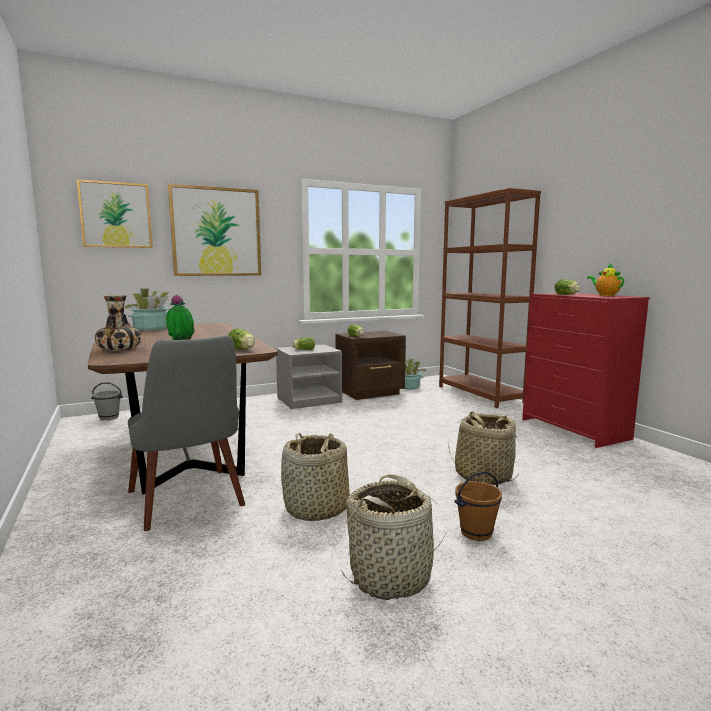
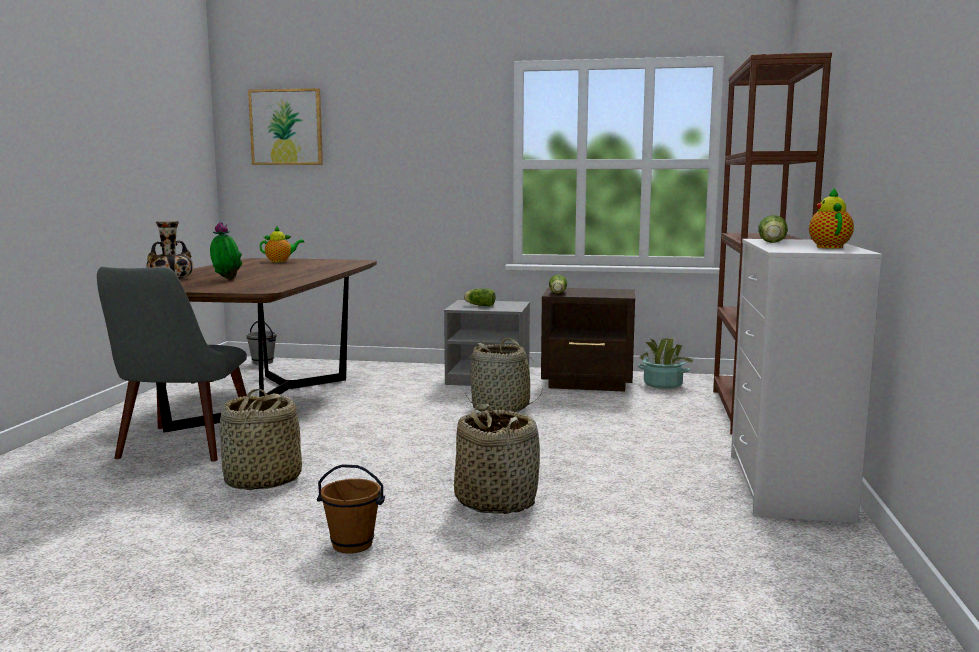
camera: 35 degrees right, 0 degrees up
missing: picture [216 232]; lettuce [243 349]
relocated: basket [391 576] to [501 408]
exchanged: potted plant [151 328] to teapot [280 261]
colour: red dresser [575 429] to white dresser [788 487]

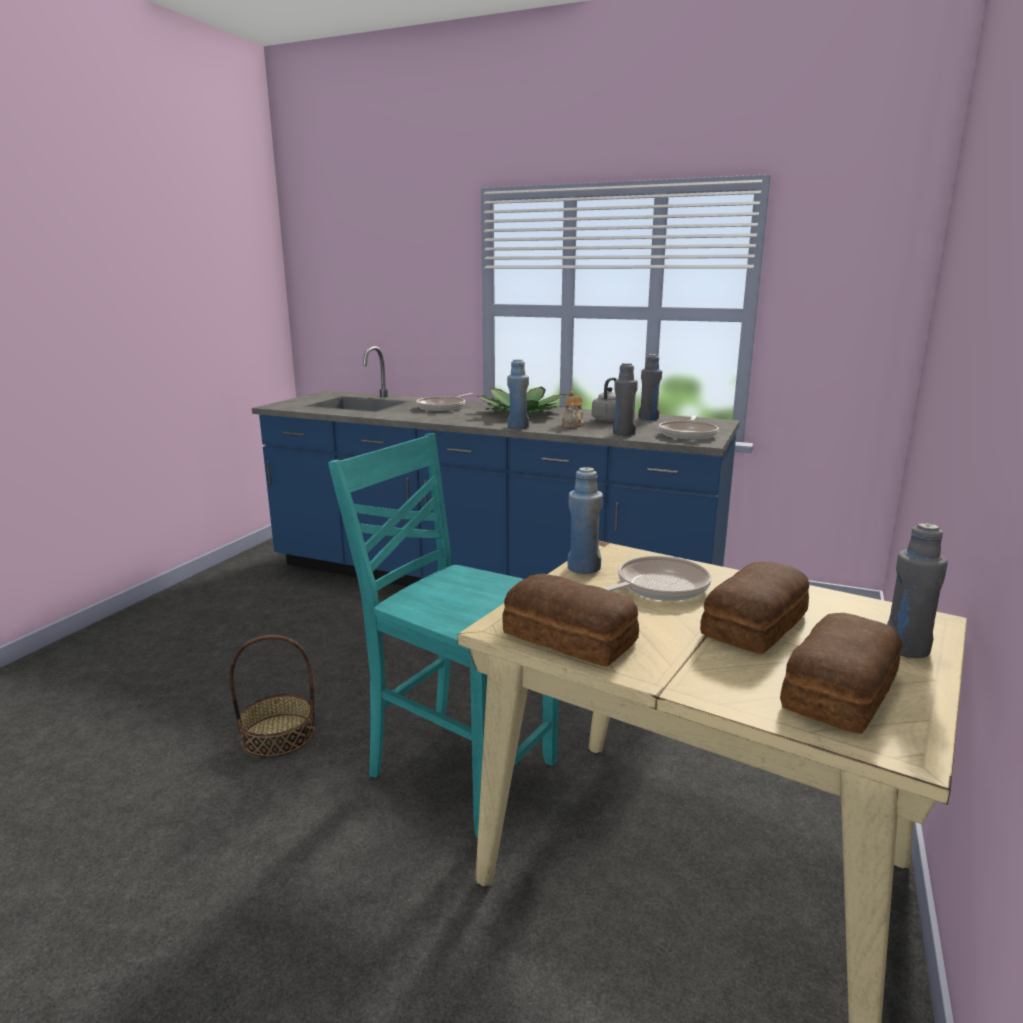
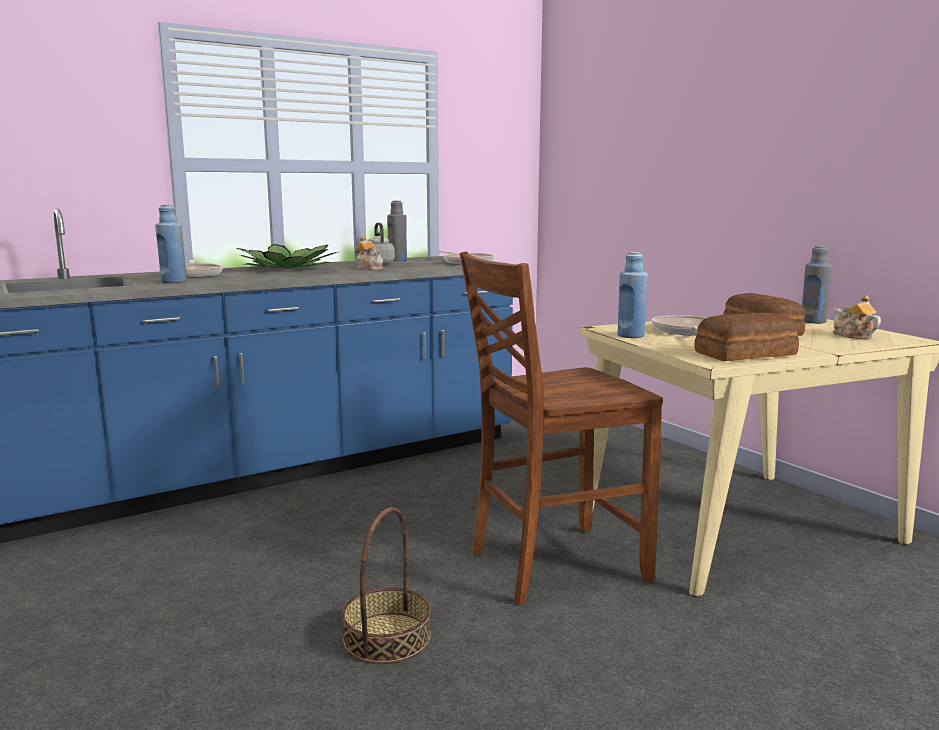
camera: 55 degrees left, 5 degrees down
missing: grey bottle [623 433]
relocated: blue bottle [518 427] to [174 282]
exchanged: bread [836 691] to teapot [852 336]
colour: turquoise chair [459 769] to brown chair [553 565]

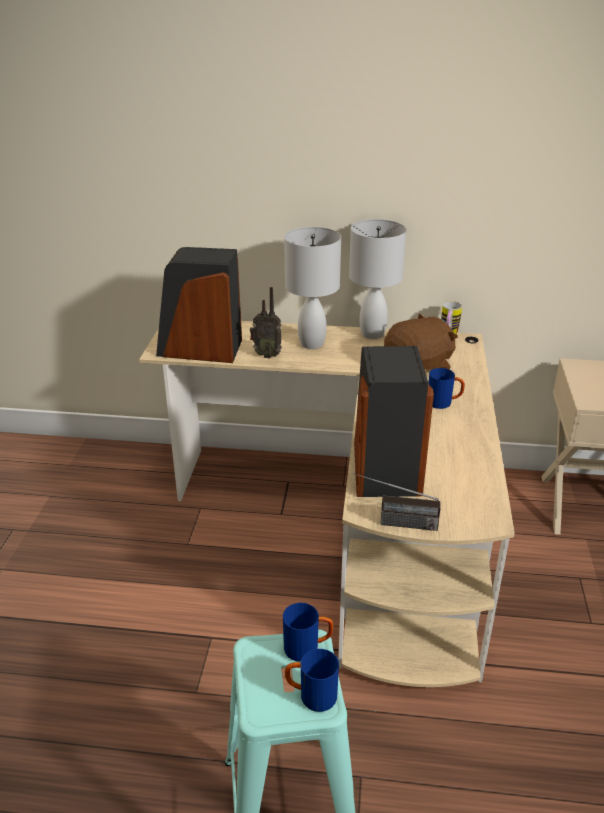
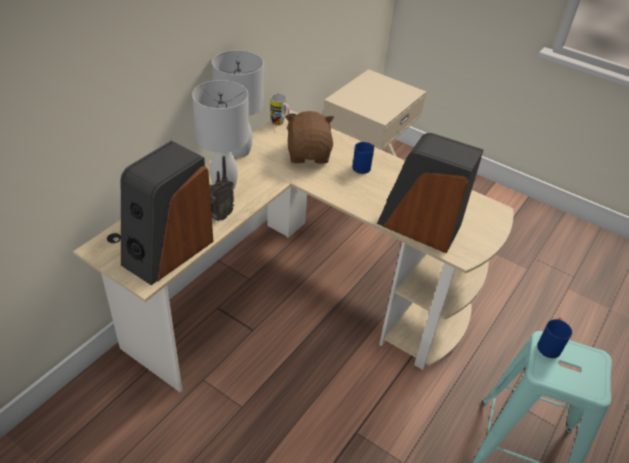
camera: 65 degrees left, 10 degrees up
missing: blue mug [311 696]; radio [393 522]

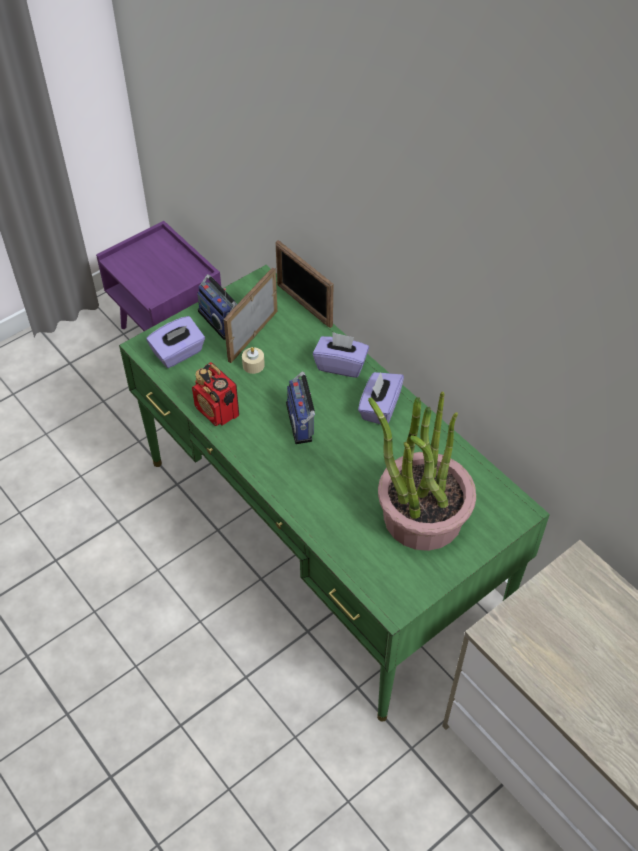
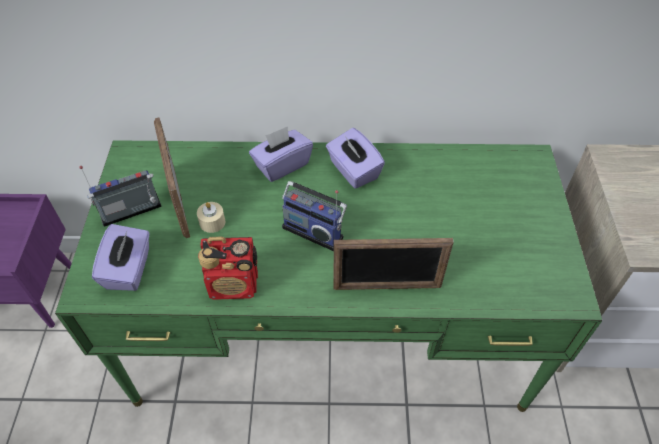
camera: 50 degrees left, 0 degrees up
missing: potted plant [421 516]
relocated: picture frame [304 305] to [387 287]
spun: radio [219 321] = [132 212] 150 degrees clockwise

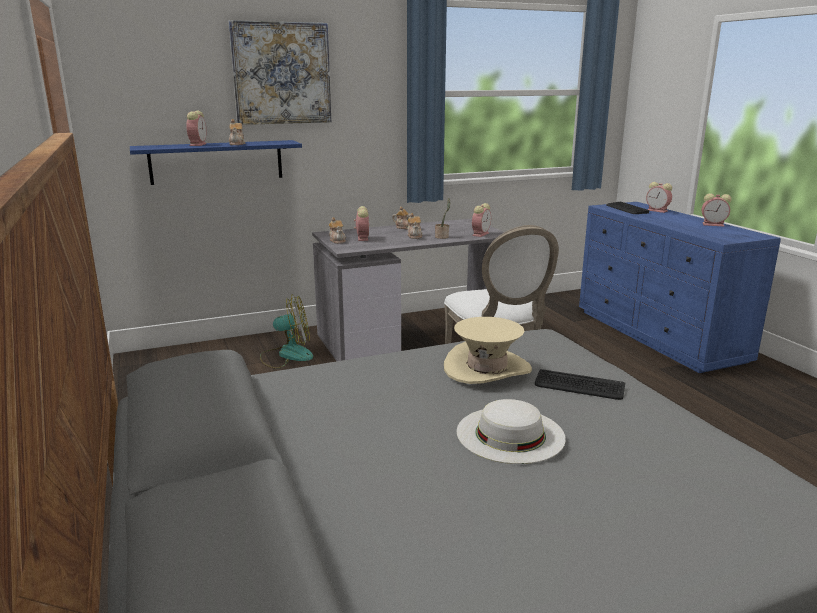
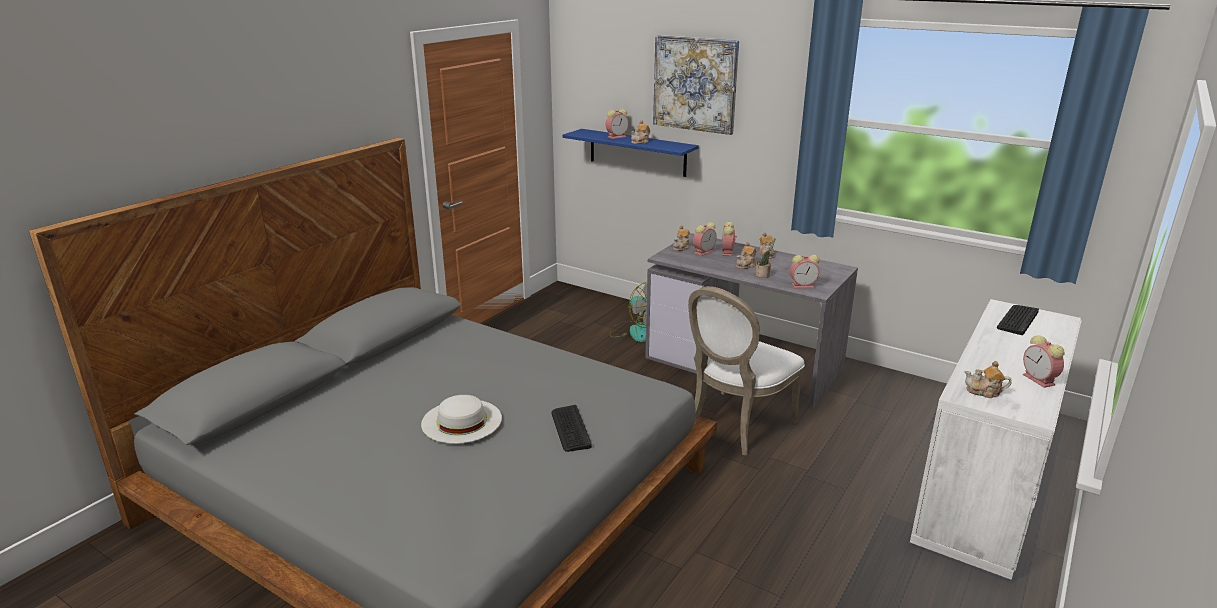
camera: 55 degrees right, 5 degrees up
missing: beige hat [487 369]
appeared: teapot [984 392]
relocated: alarm clock [658 211] to [727 253]
colour: blue dresser [659 335] to white dresser [982 494]

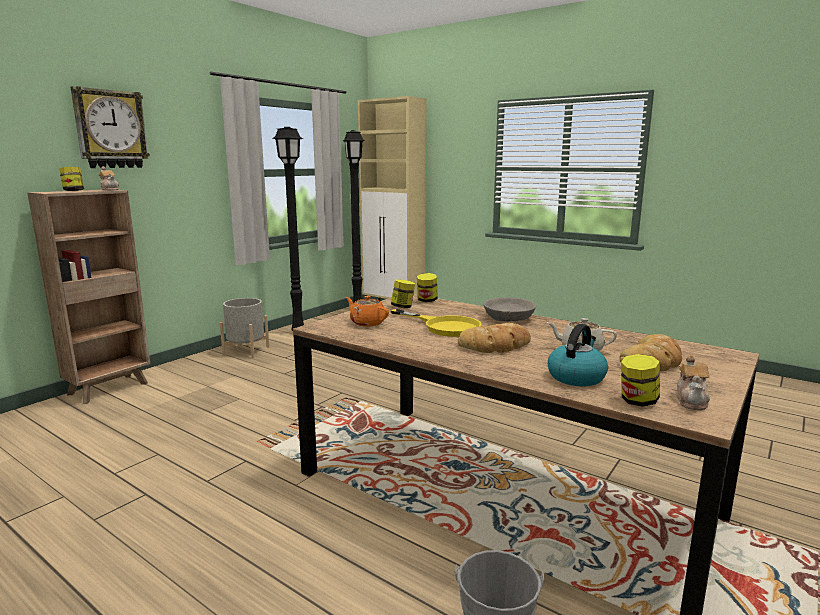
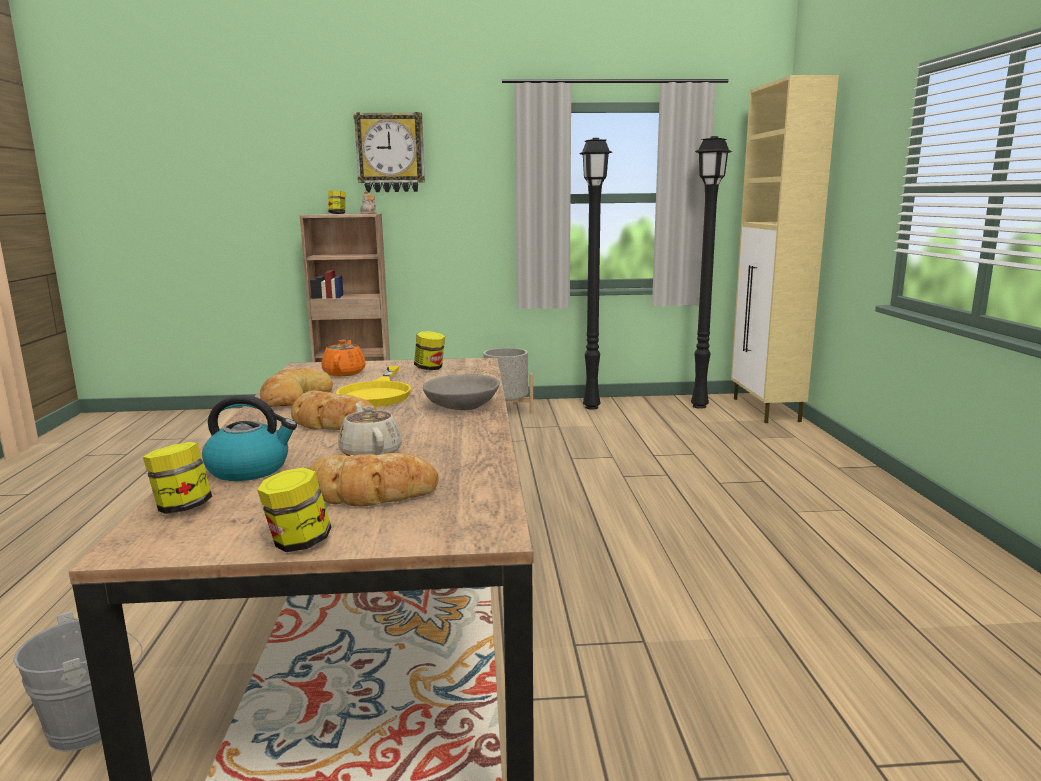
camera: 50 degrees right, 0 degrees up
missing: teapot [692 401]
appeared: bread [293 397]
relocated: jar [427 300] to [298 543]

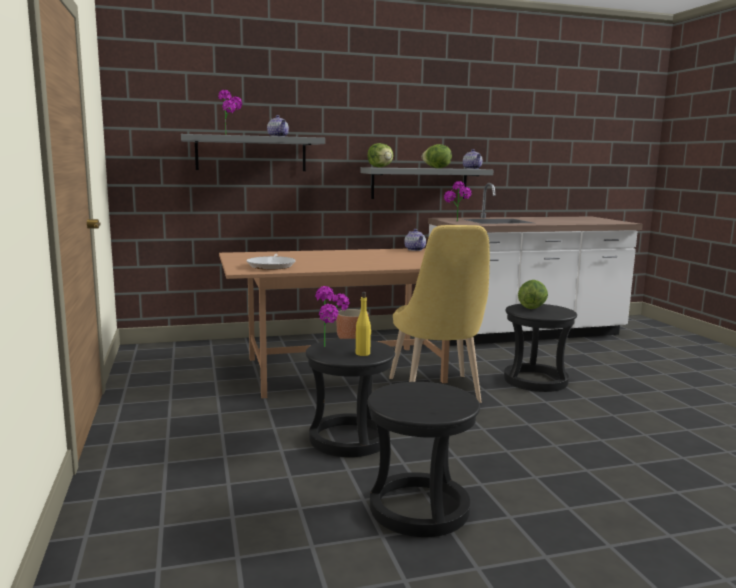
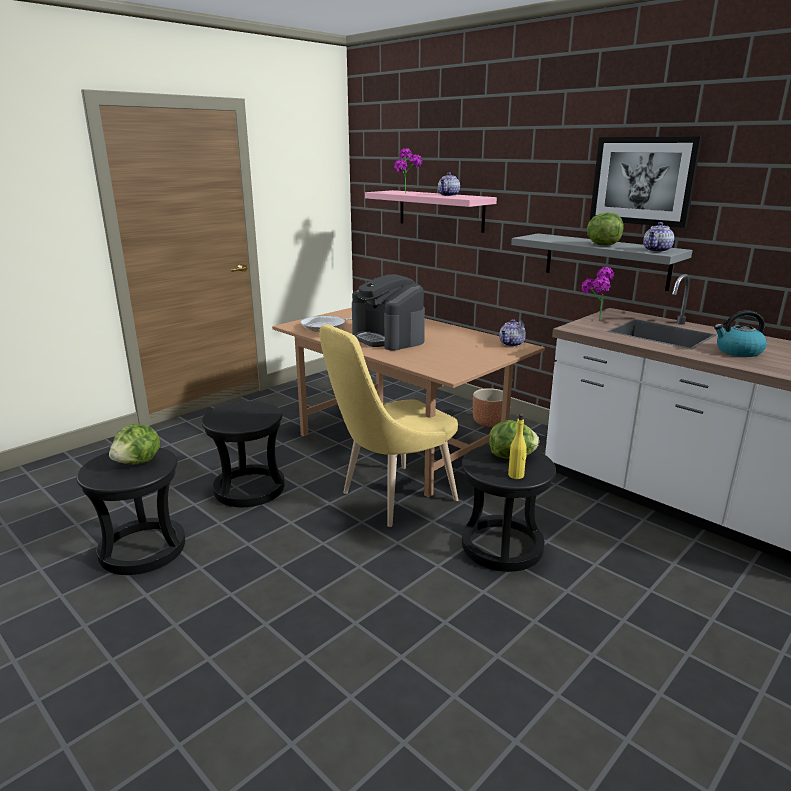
camera: 60 degrees right, 10 degrees up
missing: potted plant [332 347]
appeared: coffee machine [388 338]; picture [643 181]; kettle [738 351]
relocated: yellow bottle [363 354] to [516 475]; lettuce [380 167] to [138 462]
colour: grey shelf [251 153] to pink shelf [440 210]

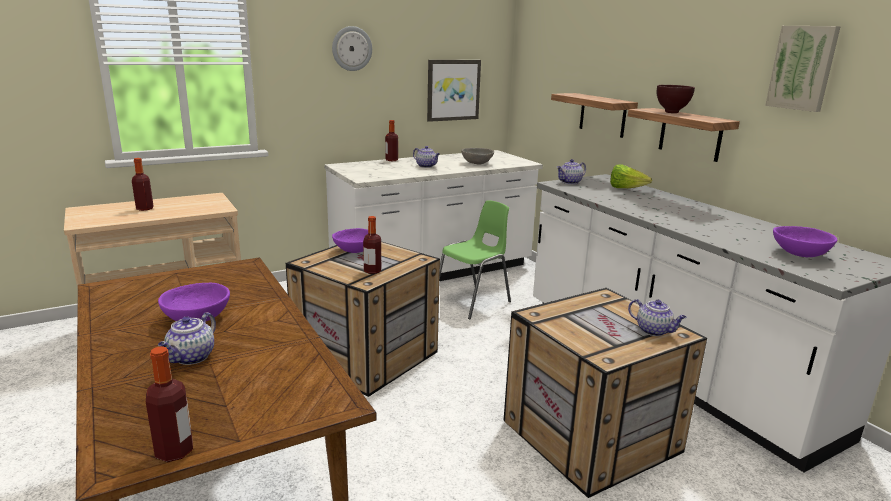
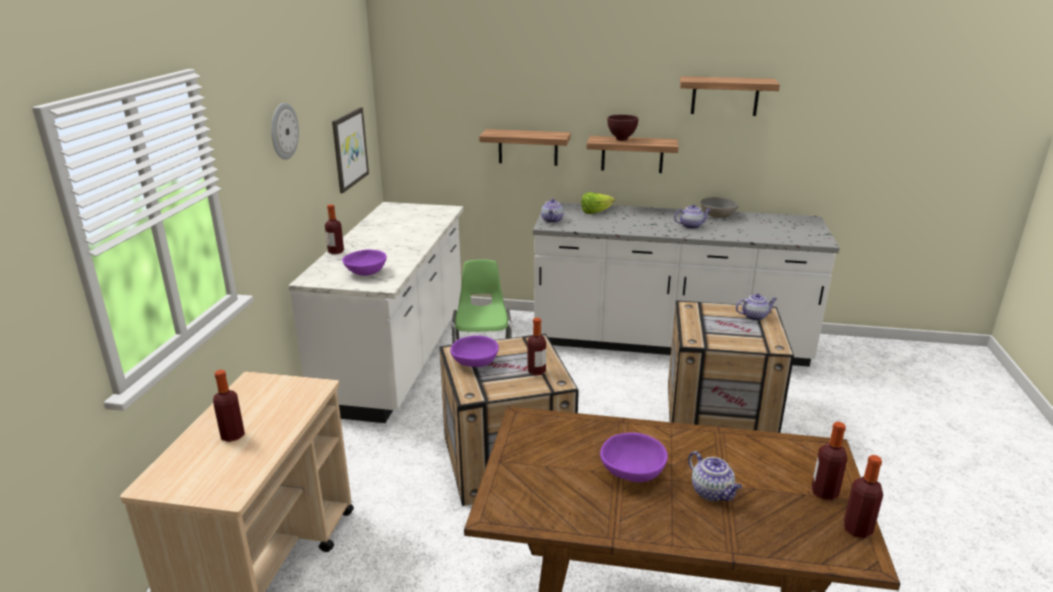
camera: 50 degrees left, 5 degrees up
appeared: bottle [824 493]
relocated: teapot [426 166] to [691 226]; grey bowl [477 163] to [718 216]; purple bowl [799 254] to [365 273]
exchanged: picture [803 68] to shelf [725 96]

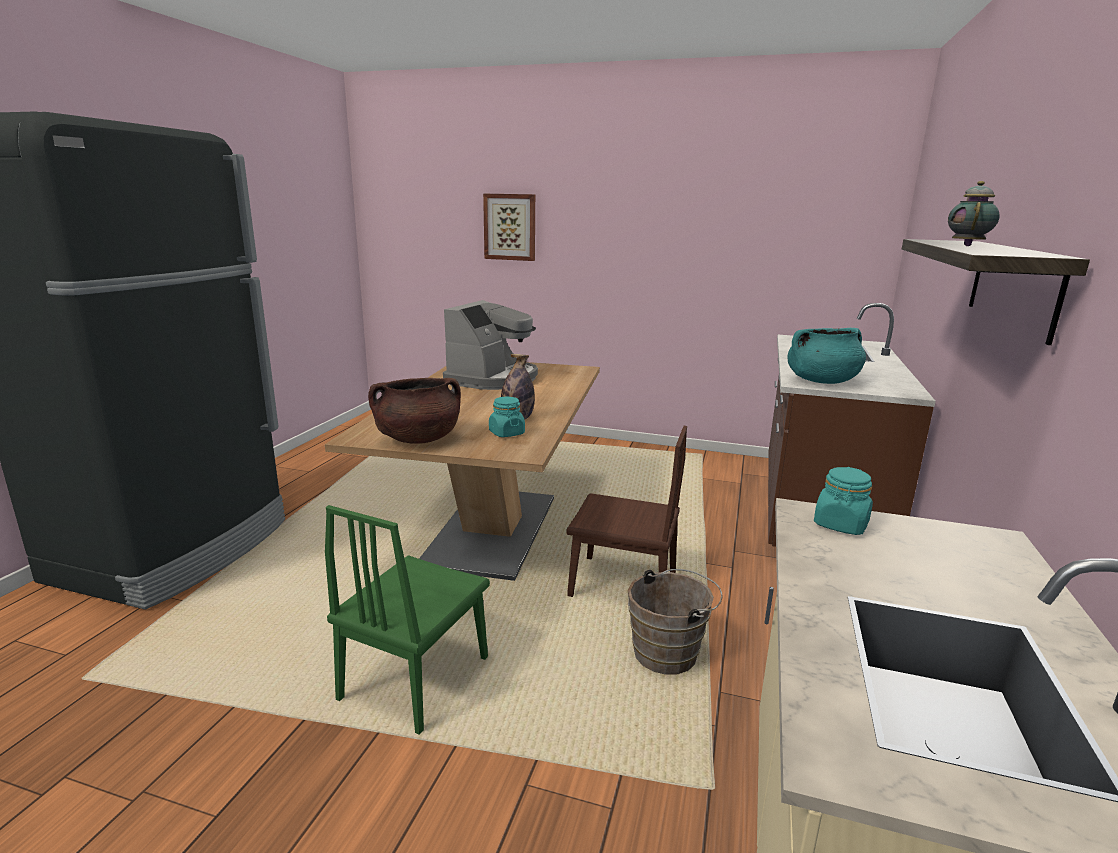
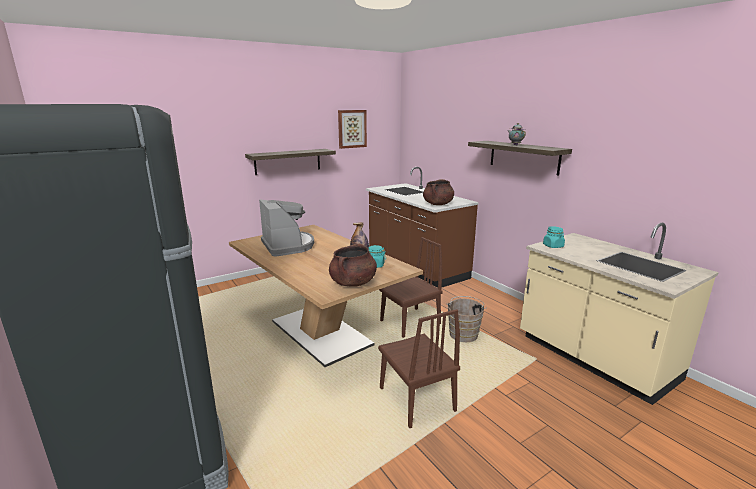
camera: 50 degrees left, 0 degrees up
appeared: shelf [288 161]
relocated: picture [510 227] to [352 129]
colour: green chair [415 677] to brown chair [416 399]; turquoise cooking pot [821 381] to brown cooking pot [438 204]

